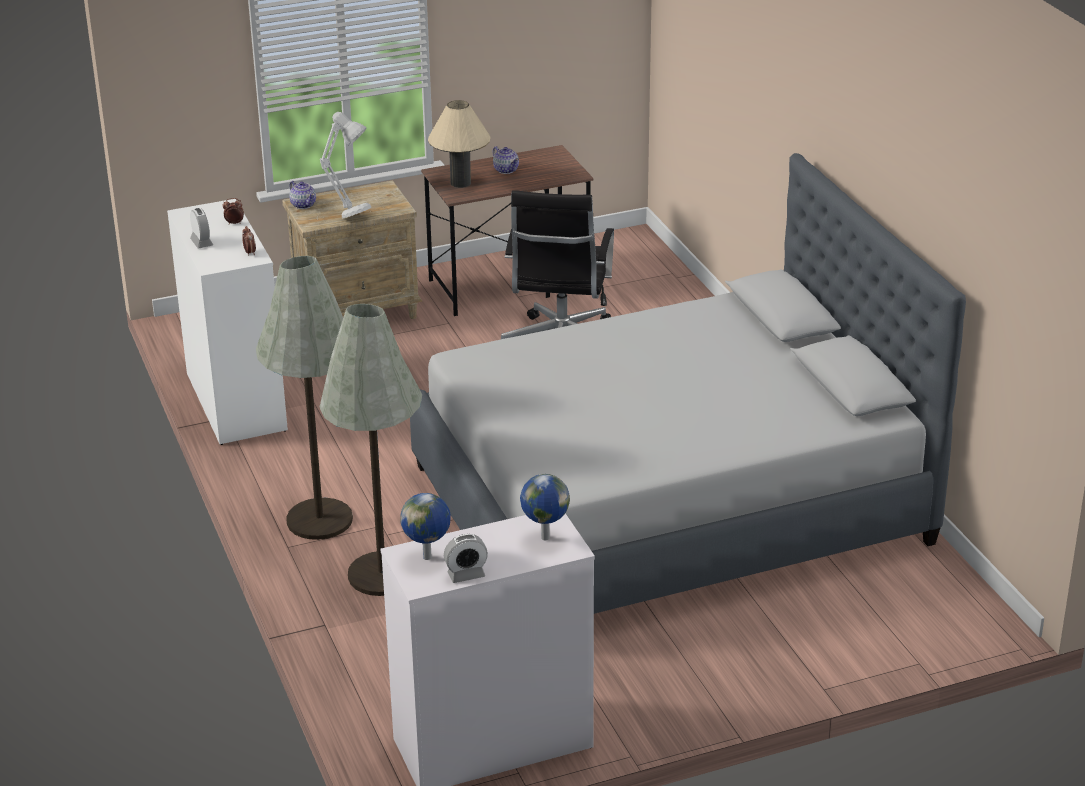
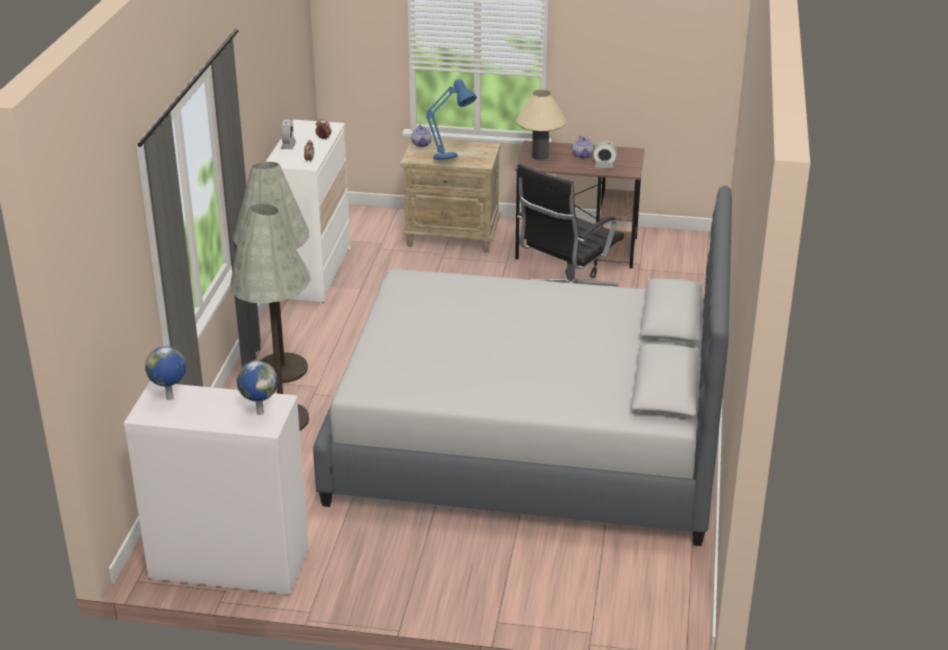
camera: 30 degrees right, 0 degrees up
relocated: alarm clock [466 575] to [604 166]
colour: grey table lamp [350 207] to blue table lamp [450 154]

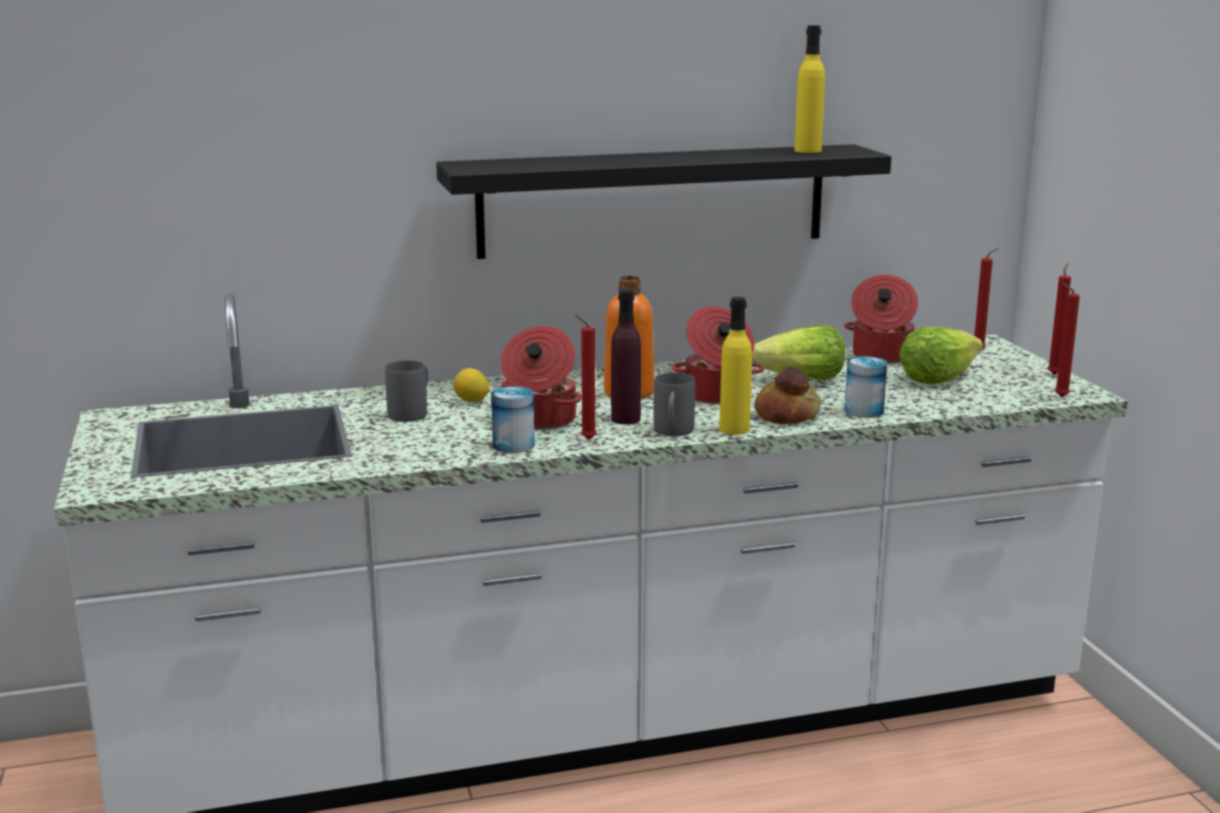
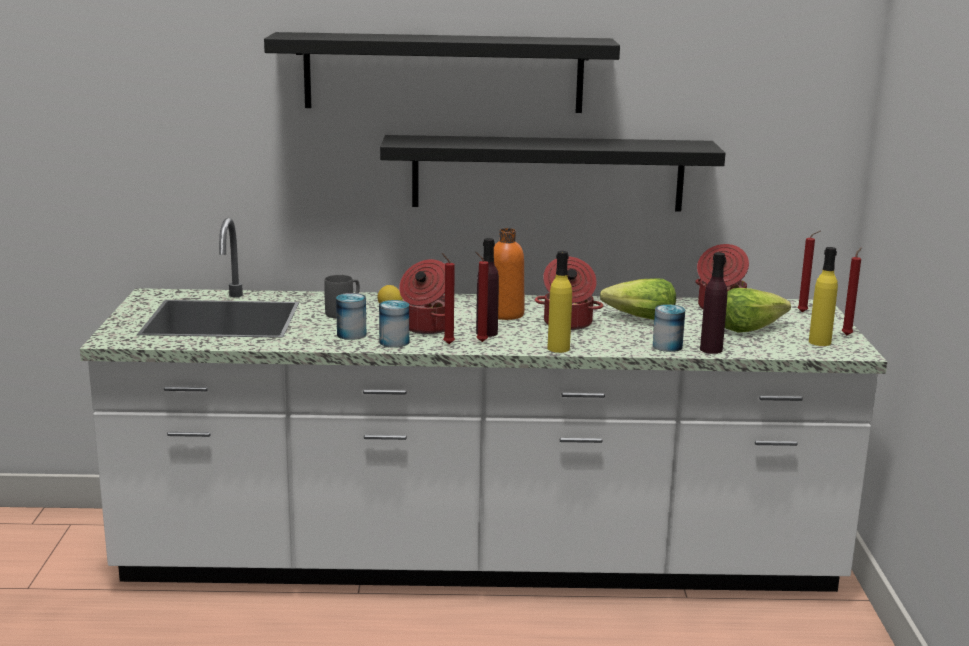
camera: 15 degrees right, 0 degrees up
missing: grey mug [672 433]; bread [787 415]
appeared: black shelf [443 73]; can [351 334]; purple bottle [711 349]
relocated: yellow bottle [807 150] to [819 342]; red candle [1058 397] to [480 341]

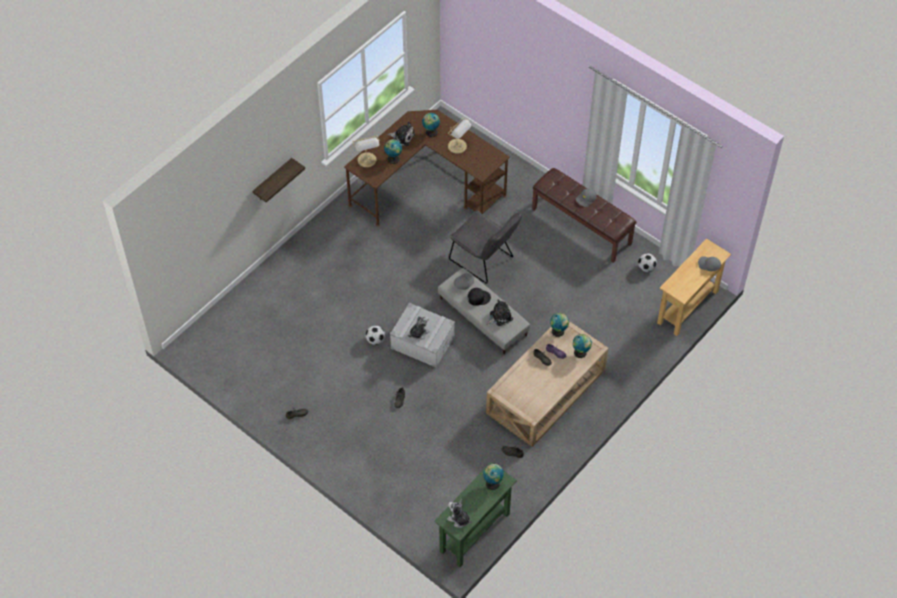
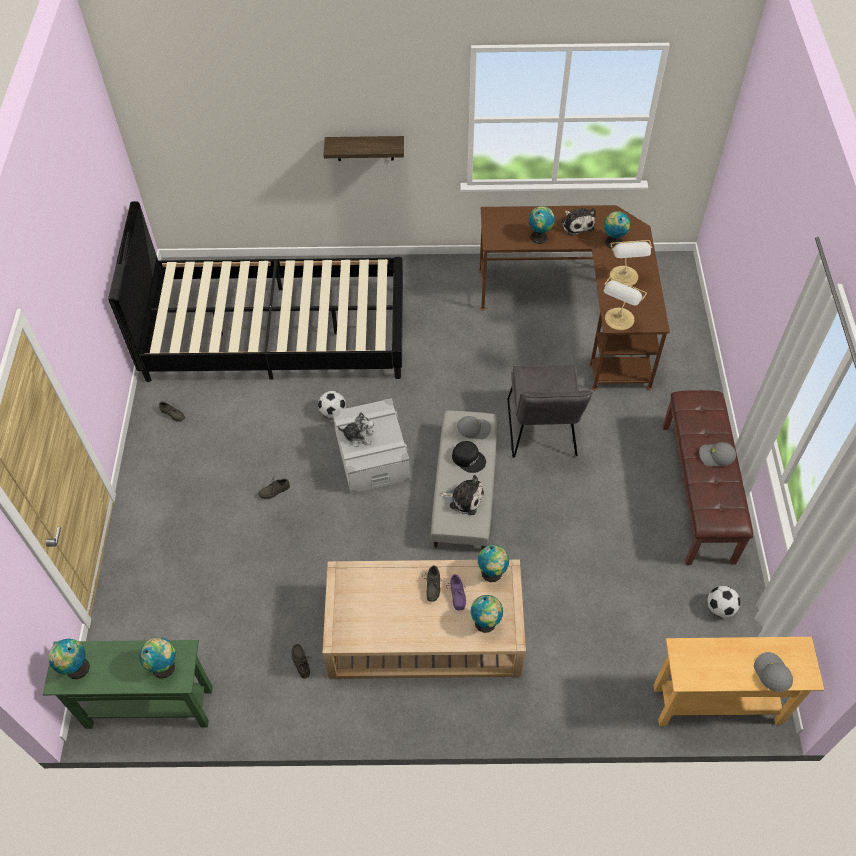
camera: 50 degrees right, 0 degrees up
appeared: black bed [276 334]
relocated: table lamp [367 160] to [618 320]
exchanged: plush toy [459 519] to globe [76 668]

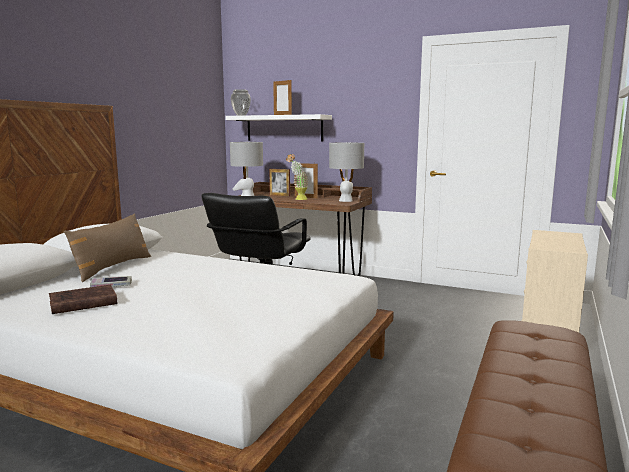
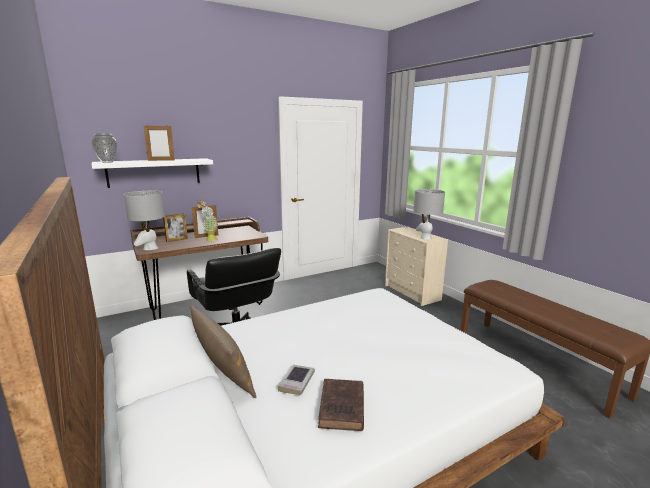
camera: 55 degrees left, 5 degrees up
relocated: grey table lamp [346 200] to [425 238]

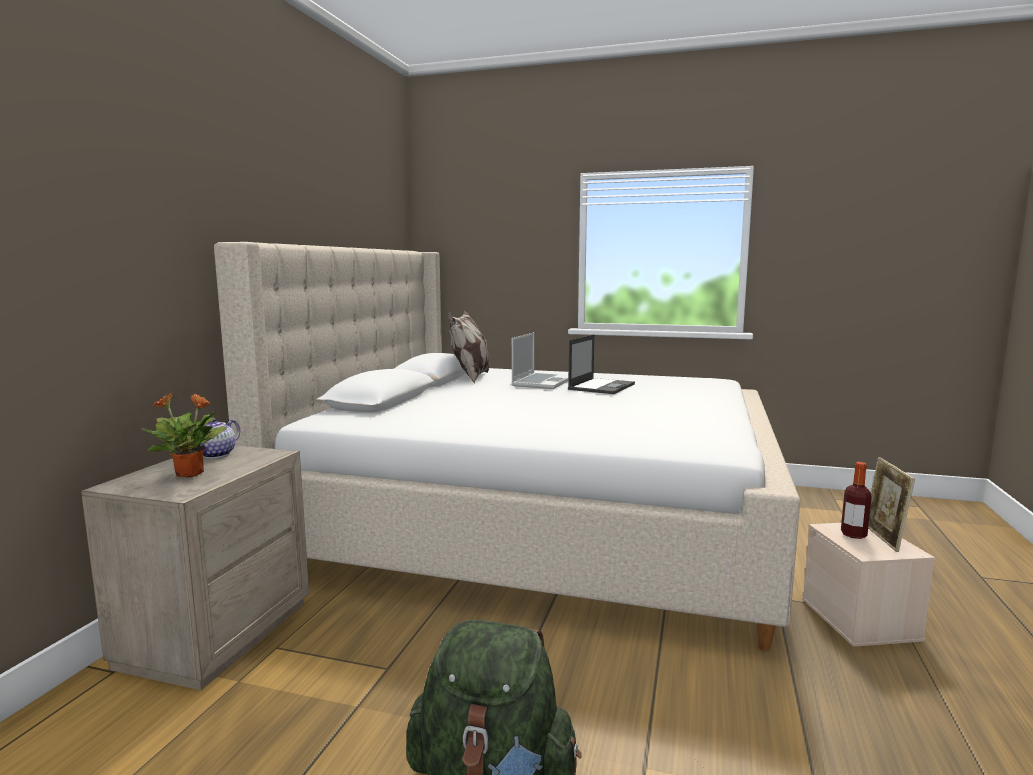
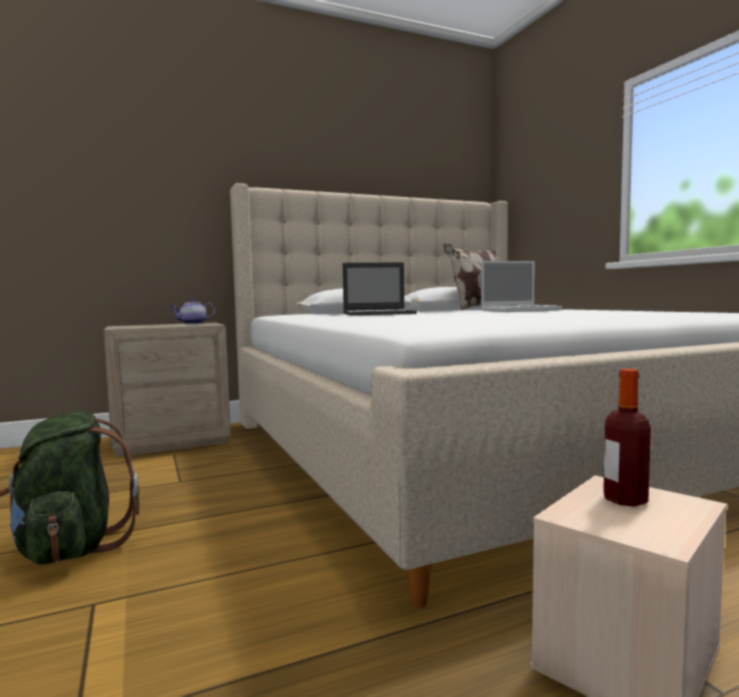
camera: 50 degrees right, 5 degrees down
missing: potted plant [191 474]; picture frame [883 538]
relocated: laptop [602 386] to [379 313]

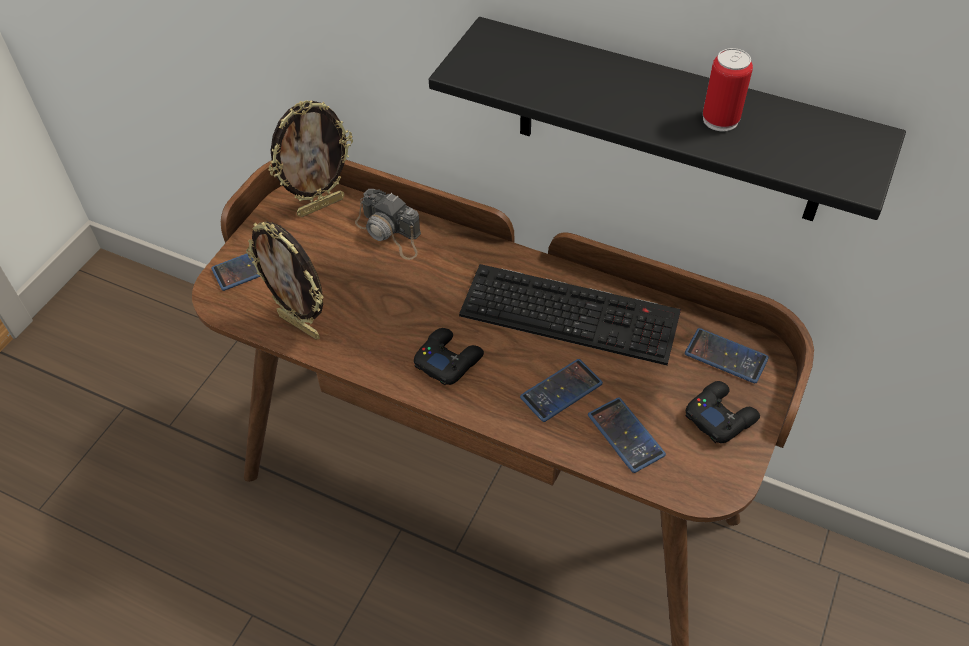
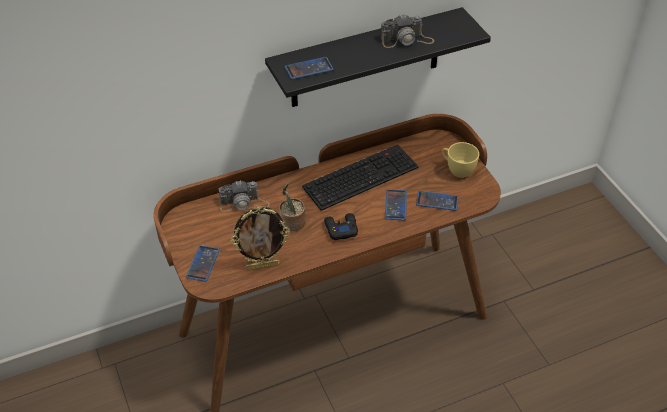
camera: 50 degrees left, 5 degrees down
missing: picture frame [320 206]
appeared: potted plant [292 223]
relocated: phone [726 356] to [309 69]
exchanged: black game controller [720 416] to yellow cup [457 170]; can [720 119] to photo camera [406 40]

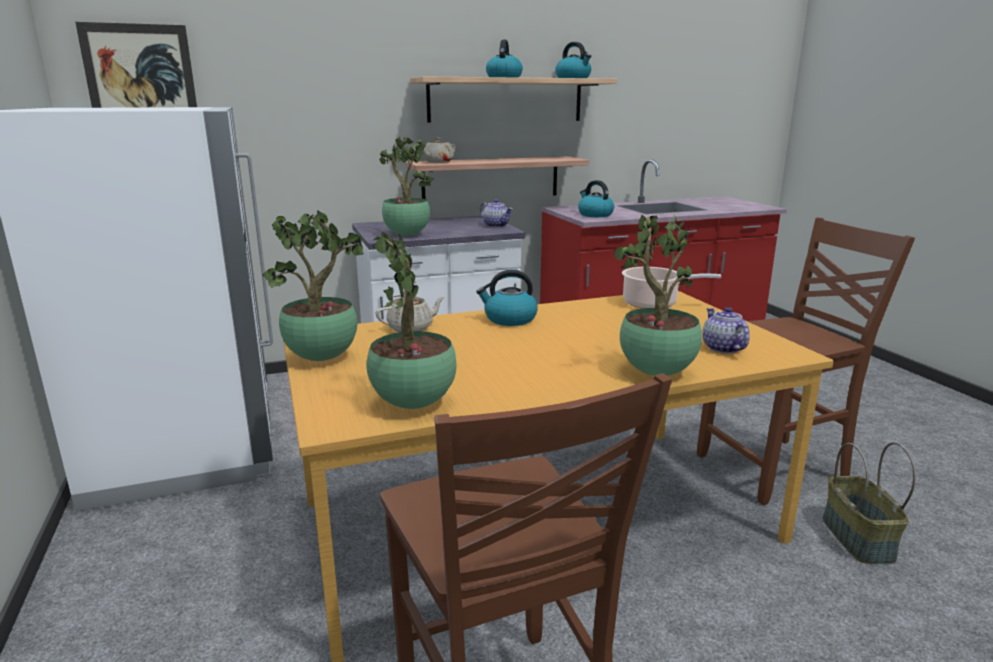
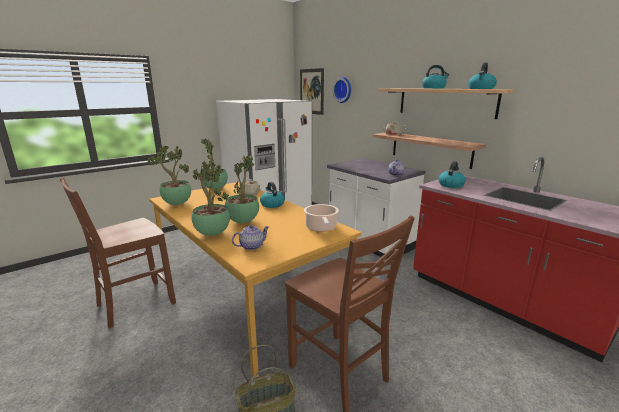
camera: 70 degrees right, 0 degrees up
appeared: wall clock [343 90]
relocated: potted plant [405 235] to [243 221]

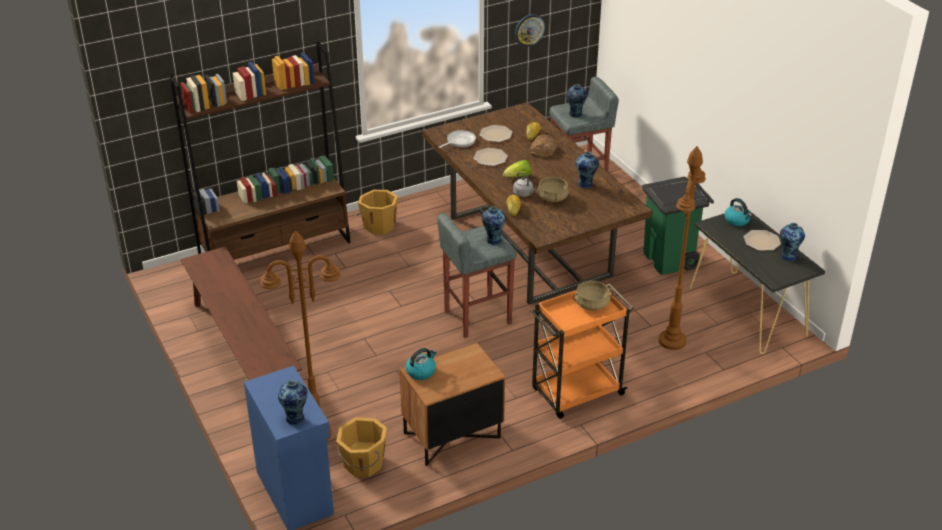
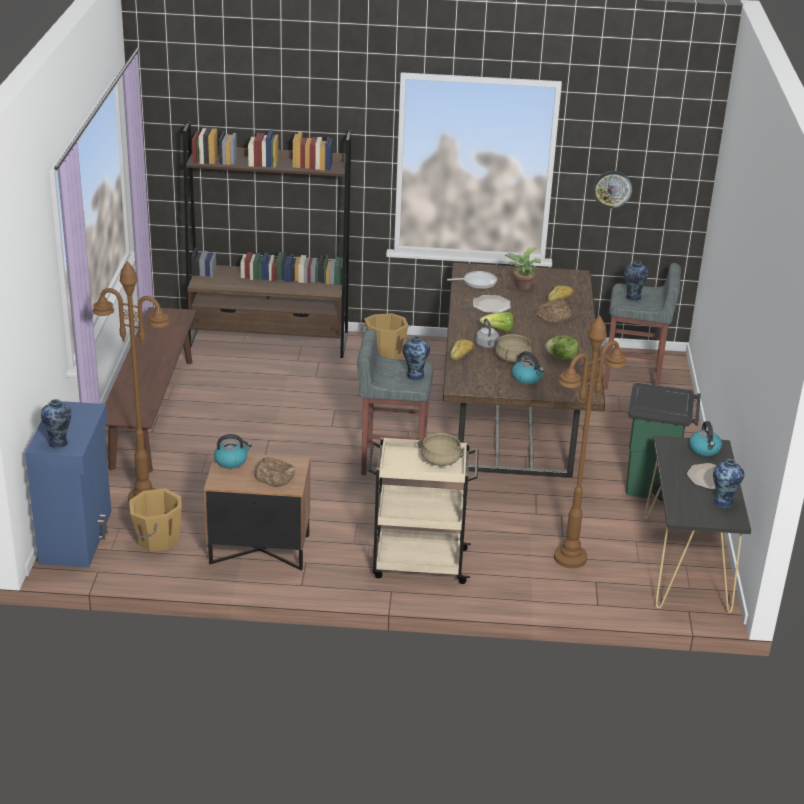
camera: 30 degrees right, 5 degrees down
appeared: bread [274 476]; kettle [527 378]
exchanged: plate [495 134] to potted plant [521 287]; vase [586 184] to lettuce [562 358]
colour: orange cart [576 393] to beige cart [417 563]

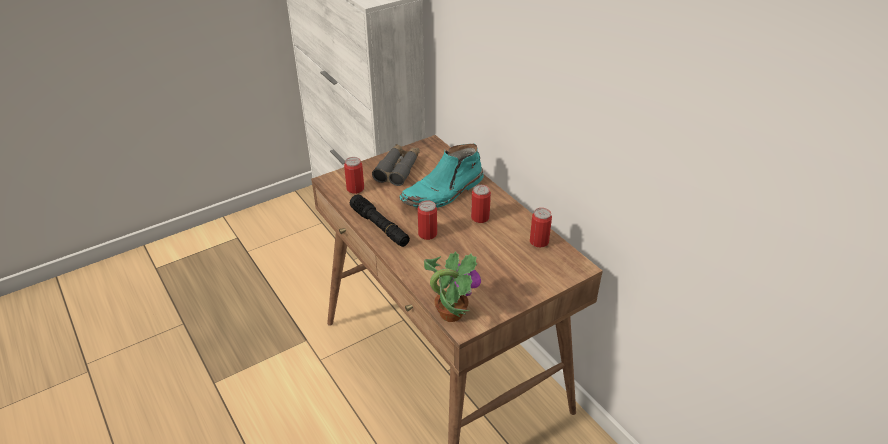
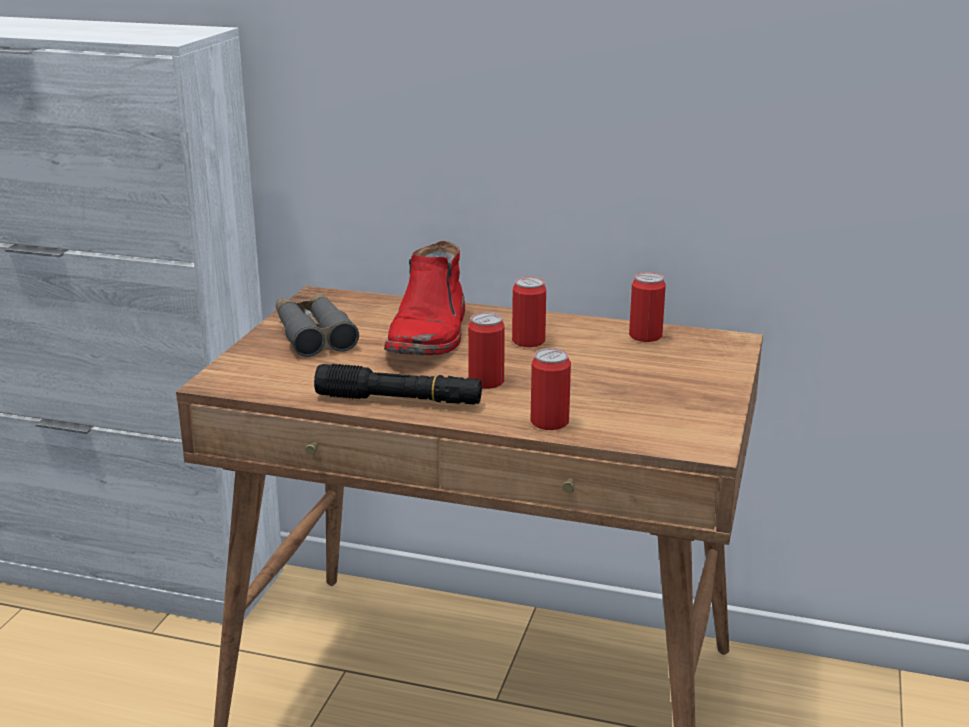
camera: 40 degrees left, 15 degrees down
missing: potted plant [450 312]
relocated: can [355 189] to [549 422]
colour: turquoise boot [443 192] to red boot [430 335]

